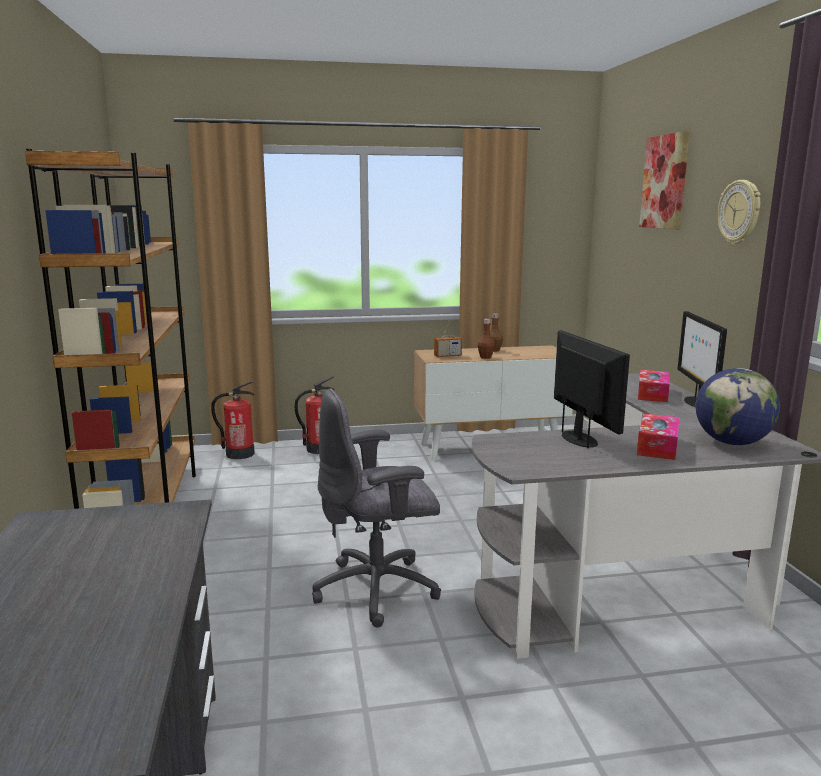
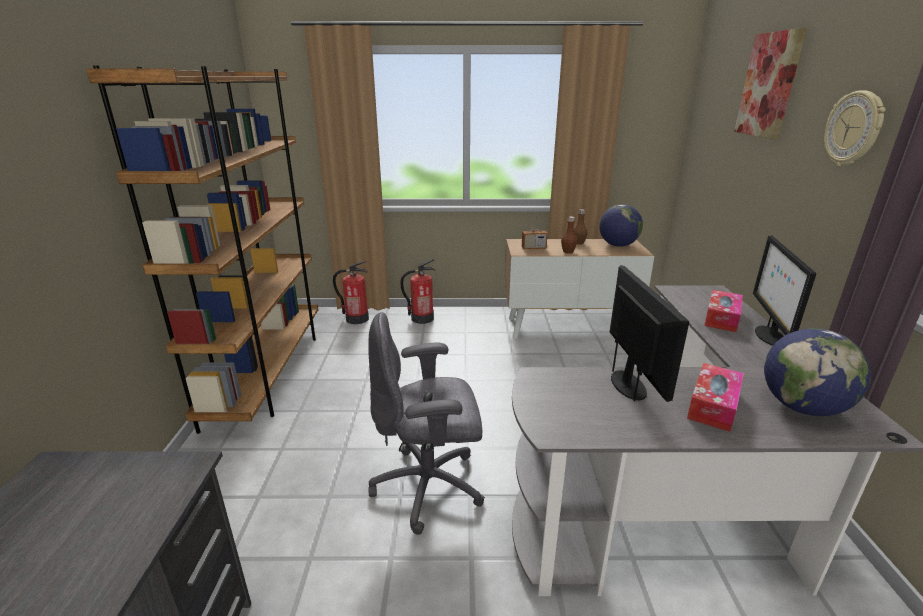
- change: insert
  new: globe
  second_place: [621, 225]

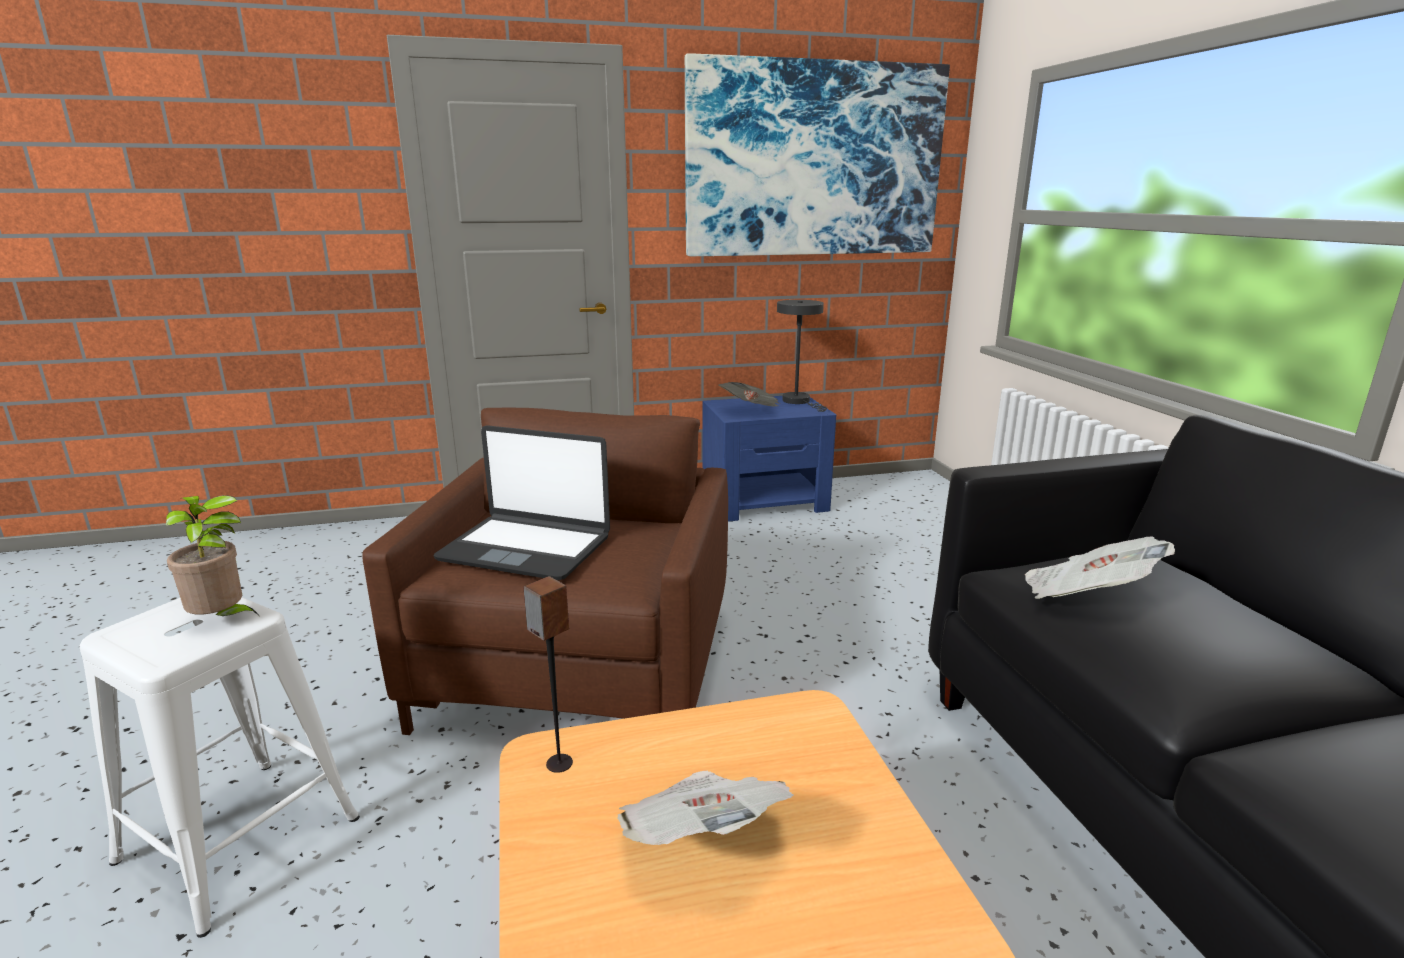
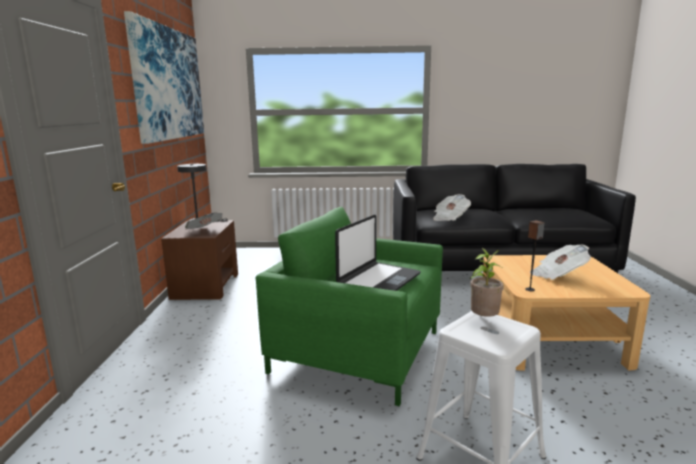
- change: recolor
  old: nightstand in blue
  new: nightstand in brown
  first_place: [769, 459]
  second_place: [199, 260]
- change: recolor
  old: armchair in brown
  new: armchair in green
  first_place: [545, 571]
  second_place: [349, 306]

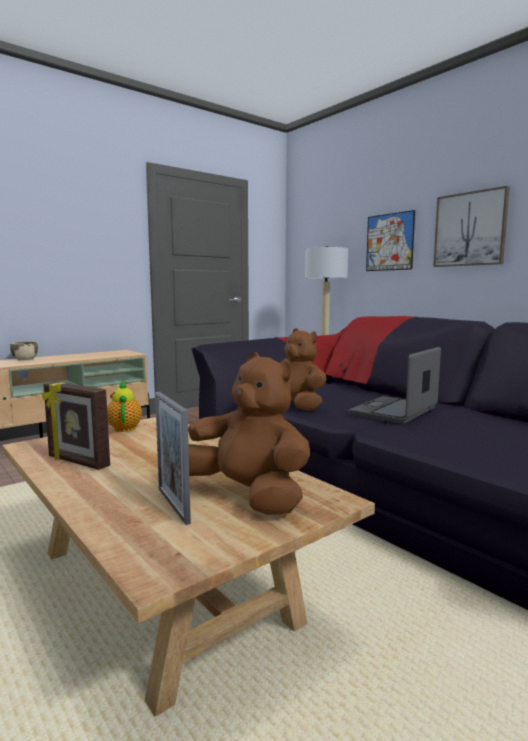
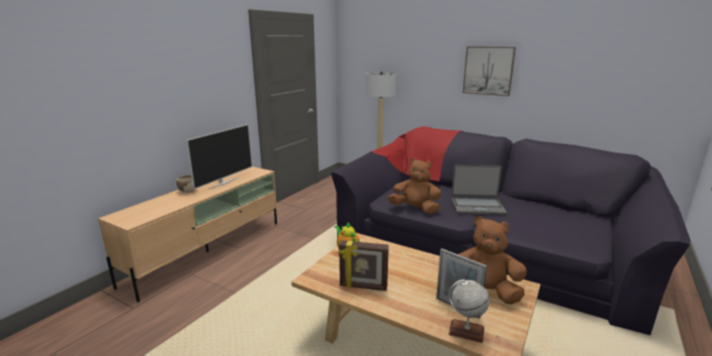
- change: insert
  new: television
  second_place: [219, 156]
- change: insert
  new: globe
  second_place: [469, 311]
- change: rotate
  old: laptop
  first_place: [395, 385]
  second_place: [479, 190]
  degrees: -105
- change: delete
  old: picture
  first_place: [390, 240]

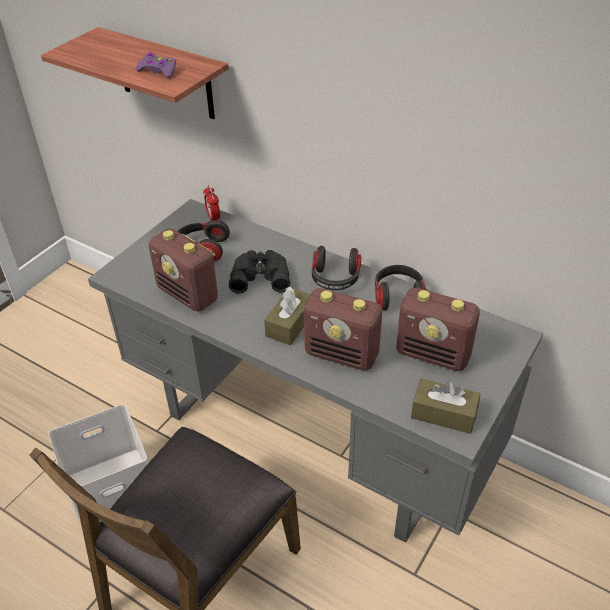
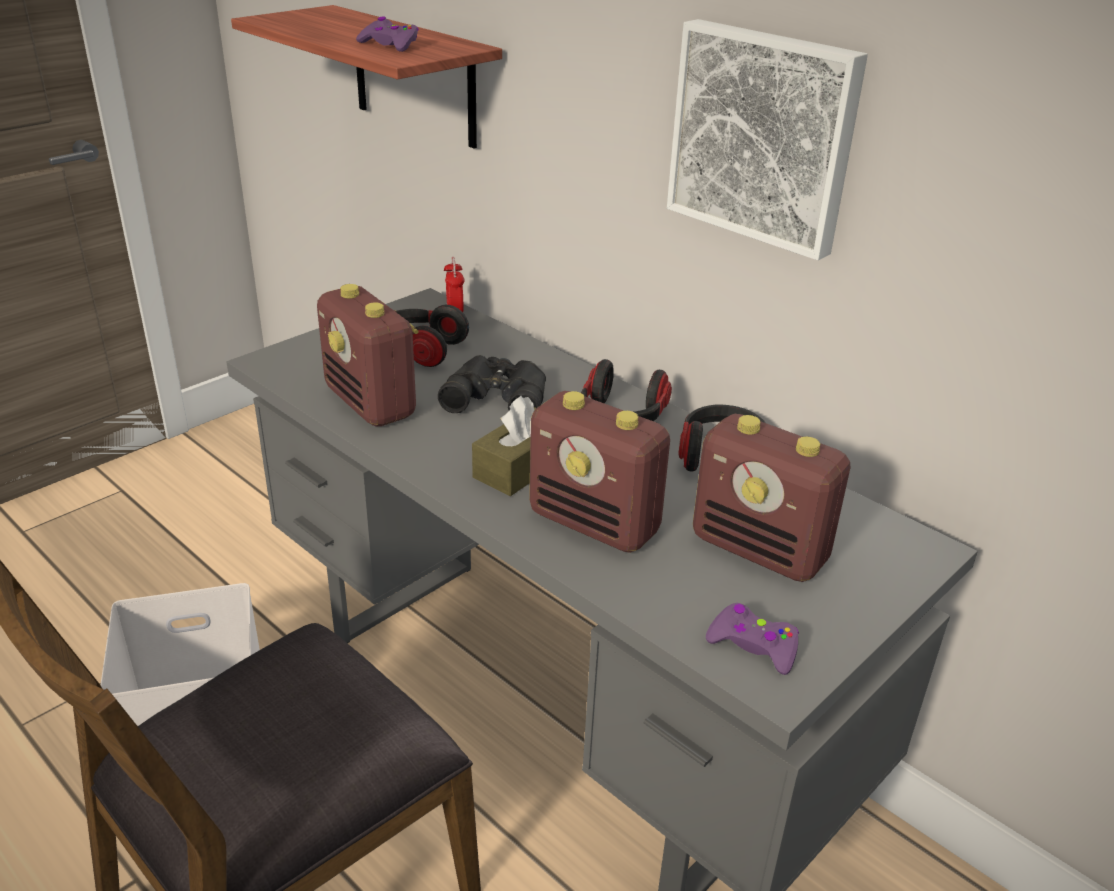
- change: insert
  new: picture
  second_place: [767, 139]
- change: replace
  old: tissue box in brown
  new: game controller in purple
  first_place: [445, 406]
  second_place: [752, 639]

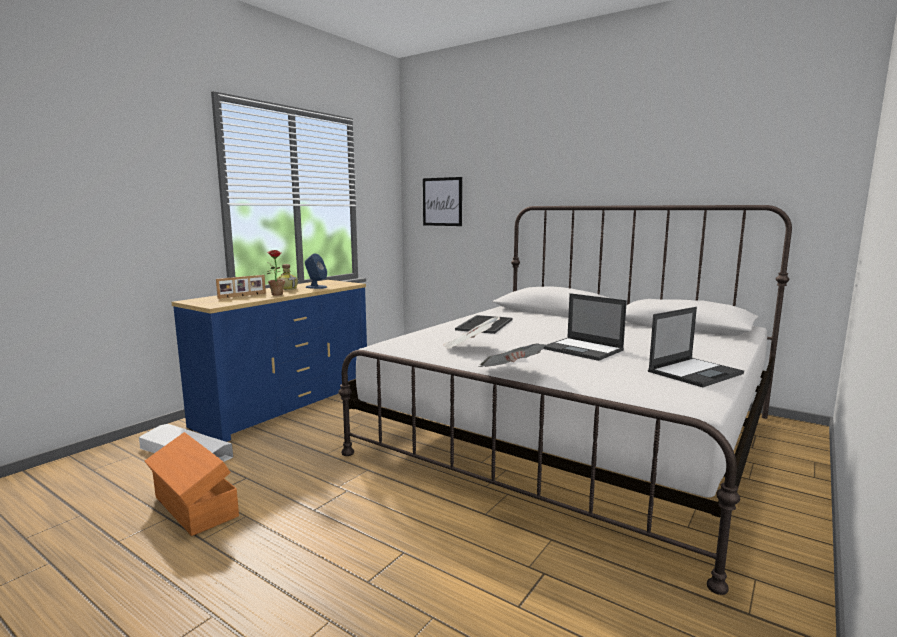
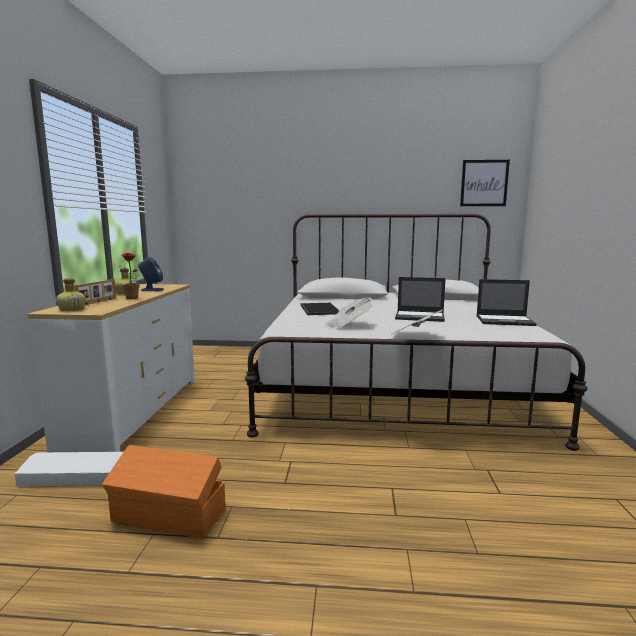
- change: recolor
  old: dresser in blue
  new: dresser in white
  first_place: [269, 361]
  second_place: [111, 368]
- change: insert
  new: bottle
  second_place: [71, 294]
- change: move
  old: picture
  first_place: [442, 201]
  second_place: [485, 183]
- change: rotate
  old: laptop
  first_place: [696, 347]
  second_place: [507, 302]
  degrees: 75

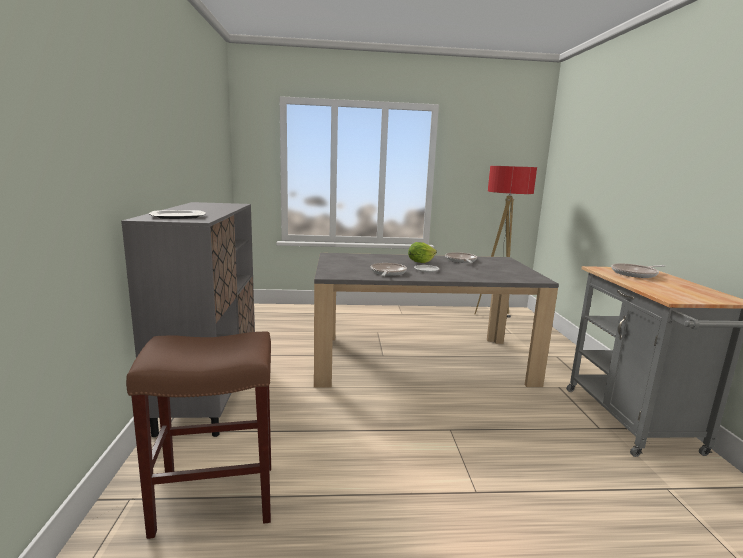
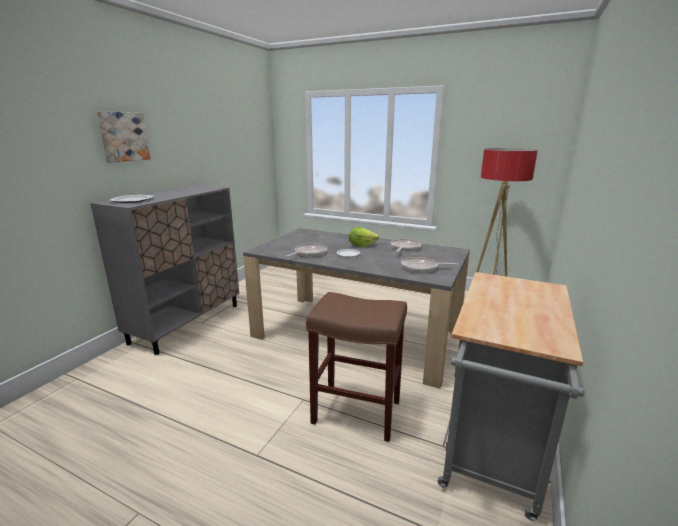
- change: insert
  new: picture
  second_place: [124, 137]
- change: move
  old: stool in brown
  first_place: [198, 435]
  second_place: [356, 367]
- change: move
  old: frying pan
  first_place: [638, 270]
  second_place: [429, 265]

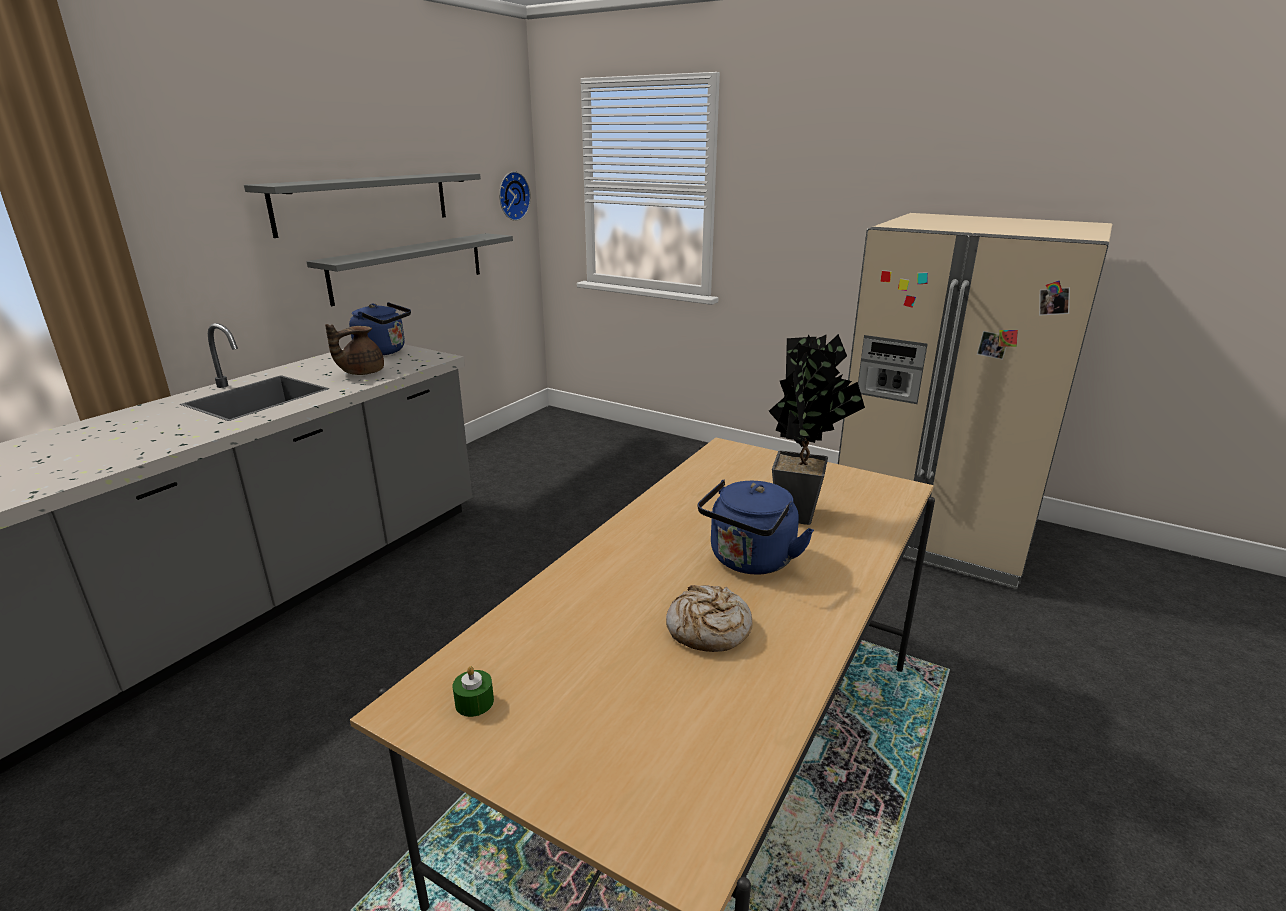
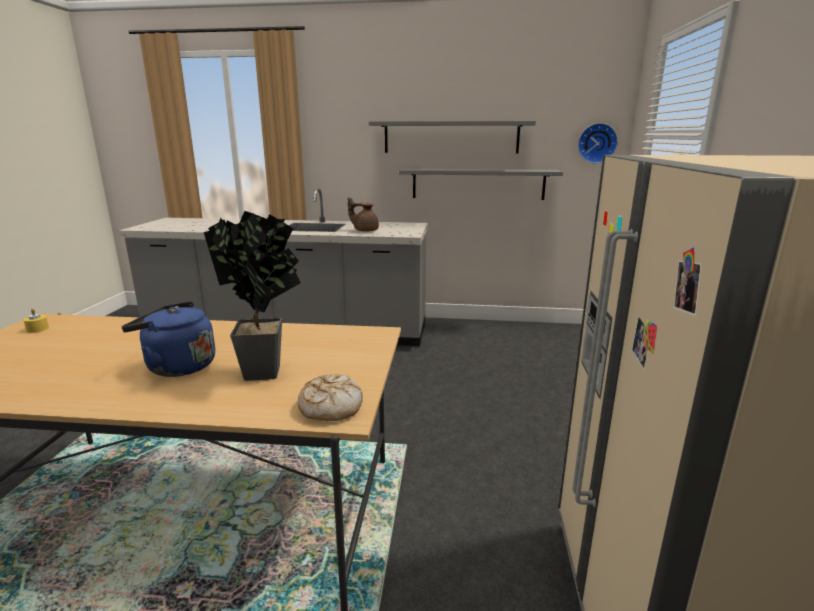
- change: recolor
  old: candle in green
  new: candle in yellow
  first_place: [473, 691]
  second_place: [36, 321]
- change: move
  old: bread
  first_place: [709, 618]
  second_place: [330, 397]
- change: delete
  old: kettle in blue
  first_place: [380, 328]

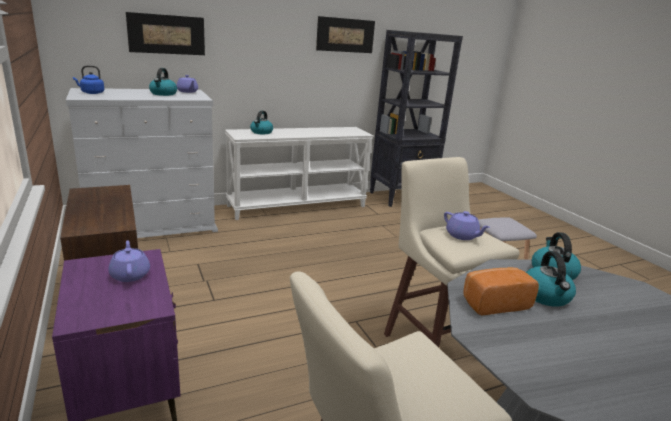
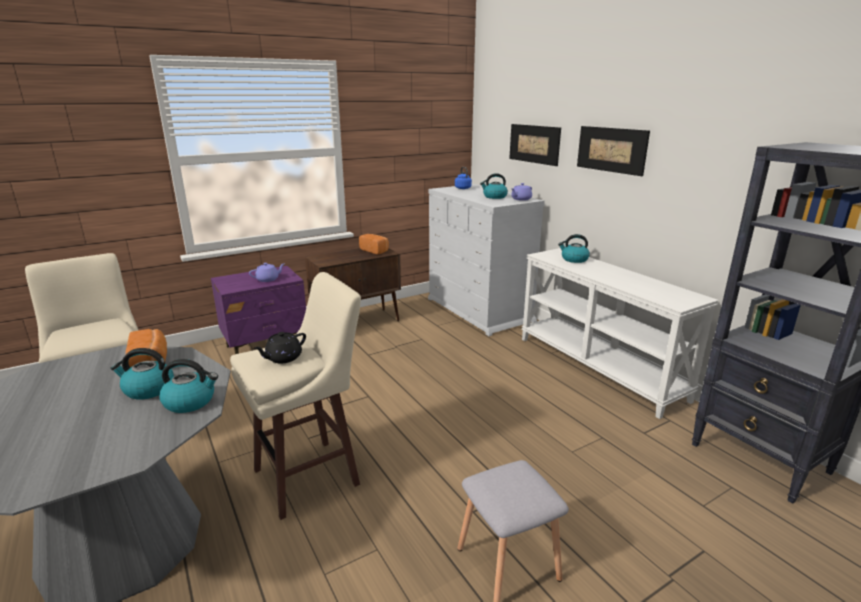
- change: recolor
  old: teapot in purple
  new: teapot in black
  first_place: [467, 225]
  second_place: [279, 348]
- change: insert
  new: bread
  second_place: [374, 244]
- change: move
  old: picture
  first_place: [345, 34]
  second_place: [613, 151]

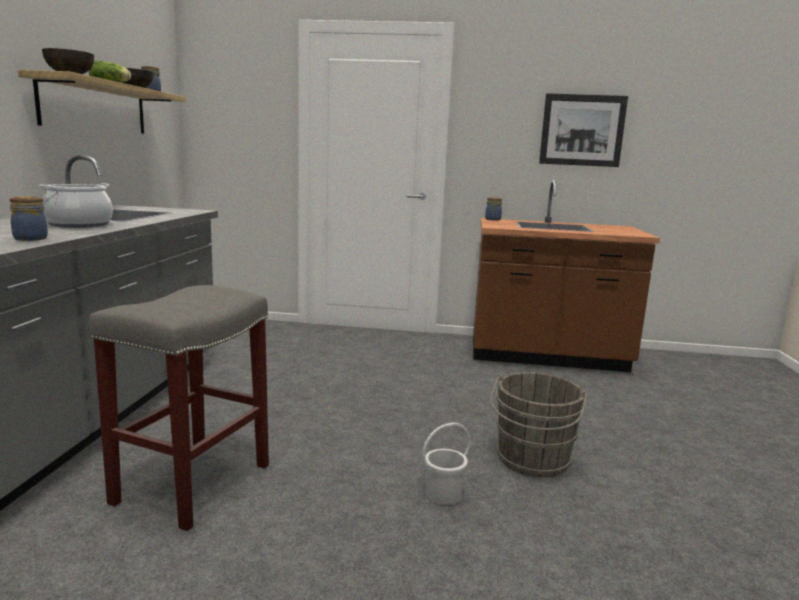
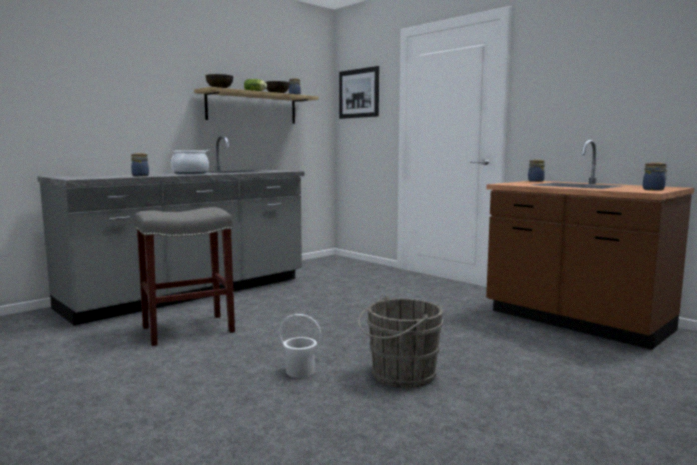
- change: move
  old: picture
  first_place: [583, 130]
  second_place: [359, 92]
- change: insert
  new: jar
  second_place: [655, 176]

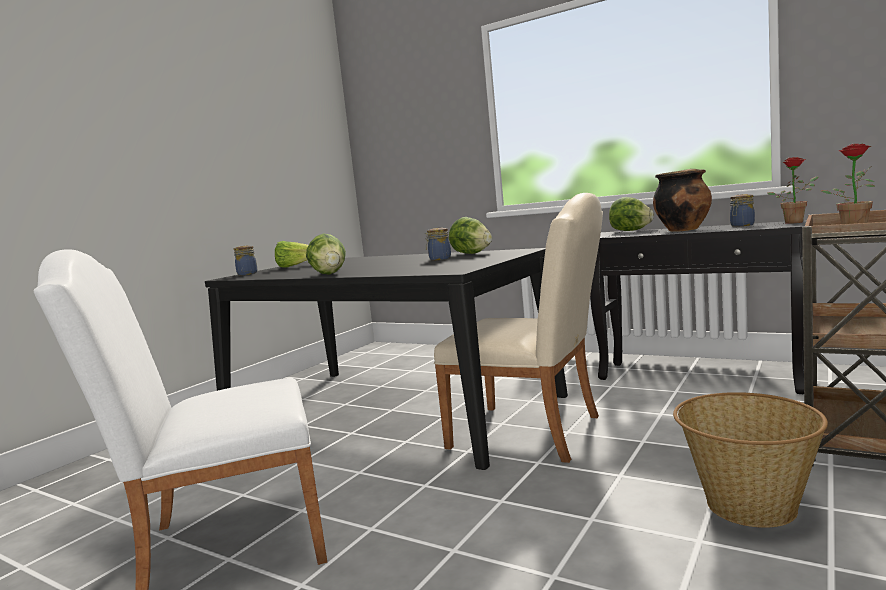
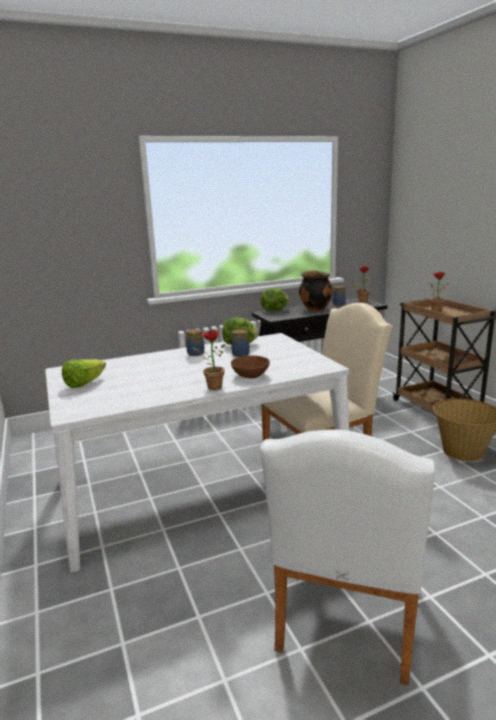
- change: recolor
  old: dining table in black
  new: dining table in white
  first_place: [386, 359]
  second_place: [197, 453]
- change: move
  old: jar
  first_place: [245, 260]
  second_place: [194, 342]
- change: replace
  old: lettuce
  new: potted plant
  first_place: [326, 254]
  second_place: [208, 360]
- change: insert
  new: bowl in brown
  second_place: [250, 366]

